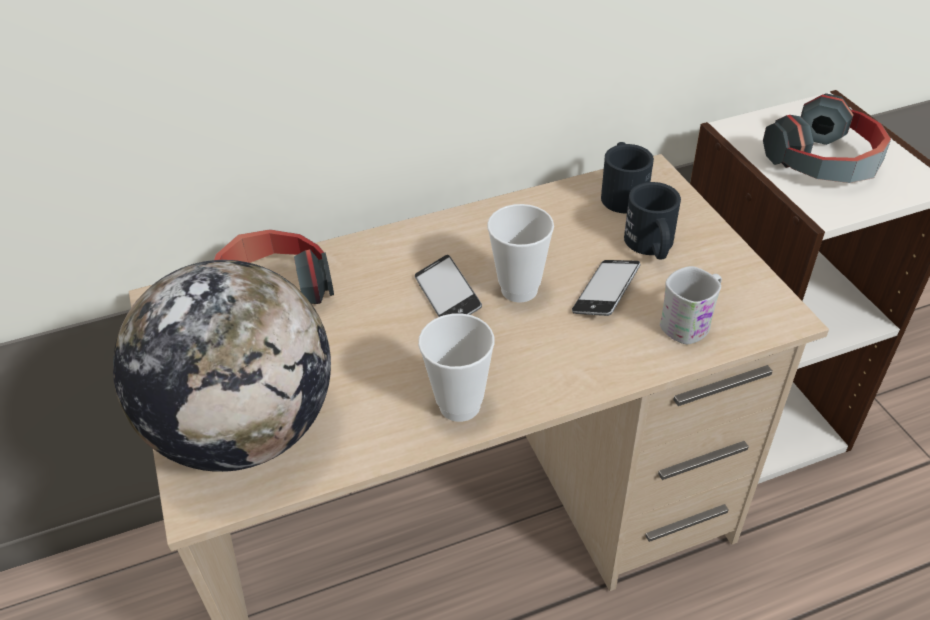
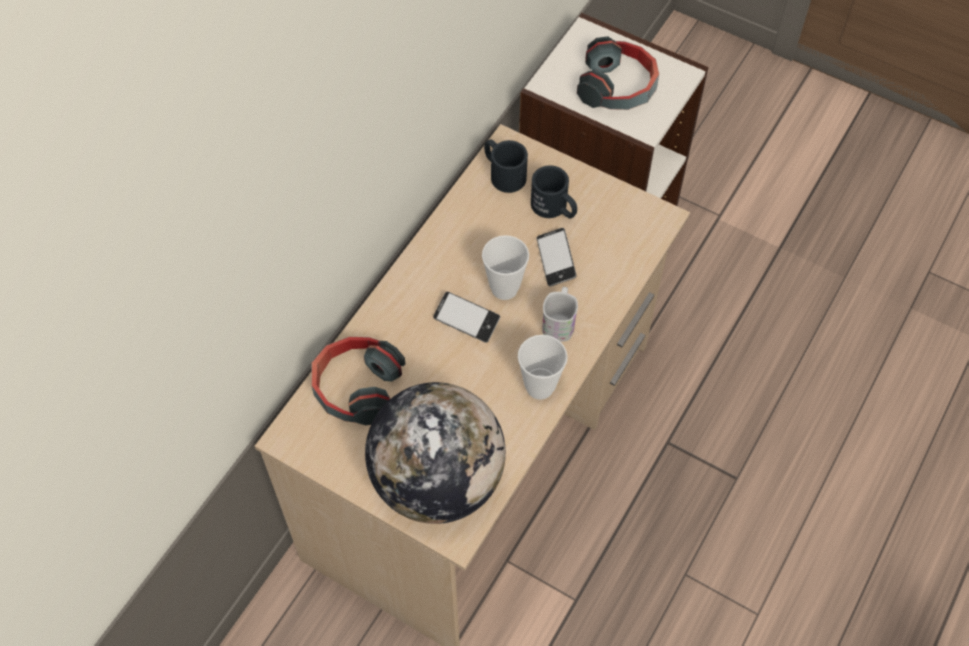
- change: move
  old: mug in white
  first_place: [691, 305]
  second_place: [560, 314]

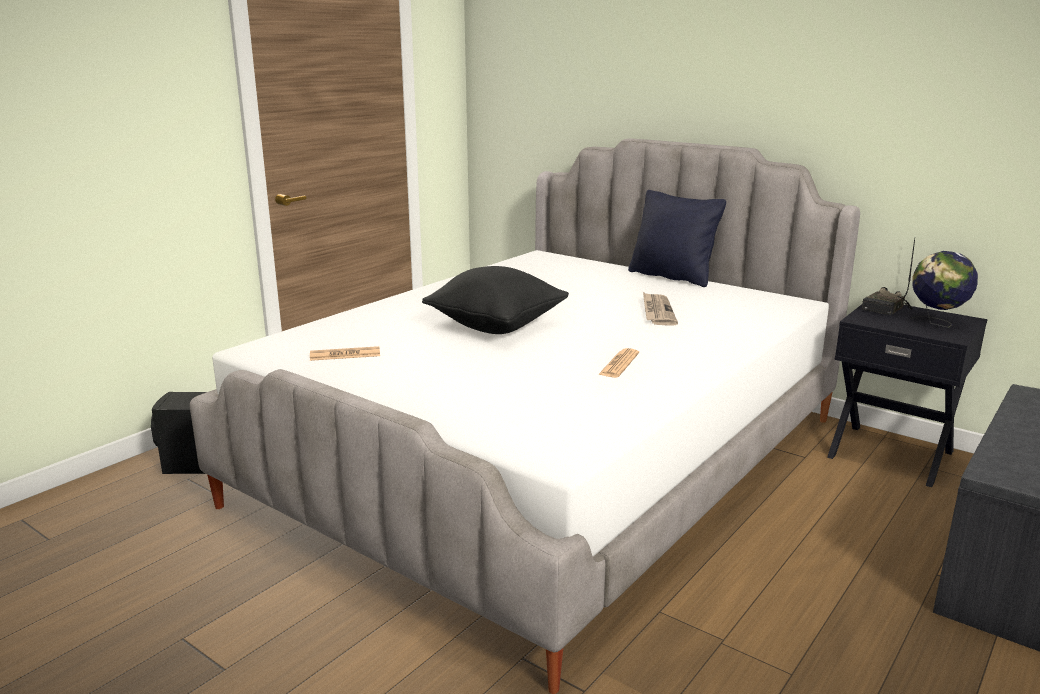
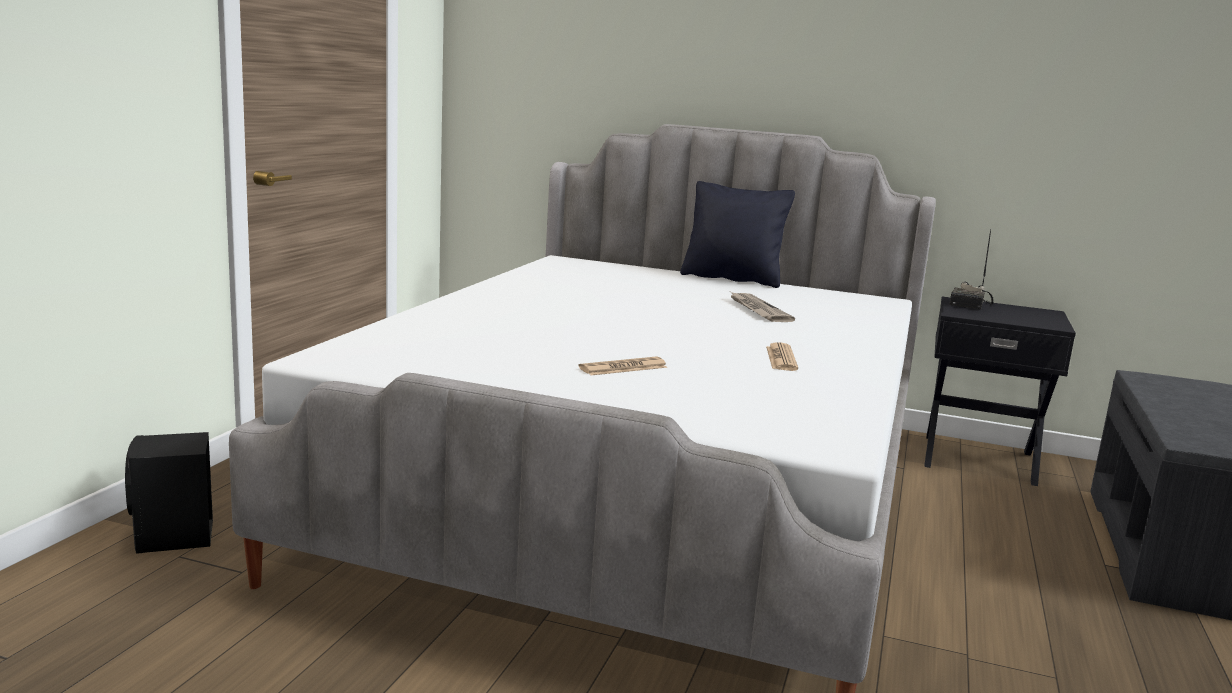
- change: move
  old: newspaper
  first_place: [345, 353]
  second_place: [623, 365]
- change: delete
  old: pillow in black
  first_place: [495, 300]
- change: delete
  old: globe
  first_place: [945, 289]

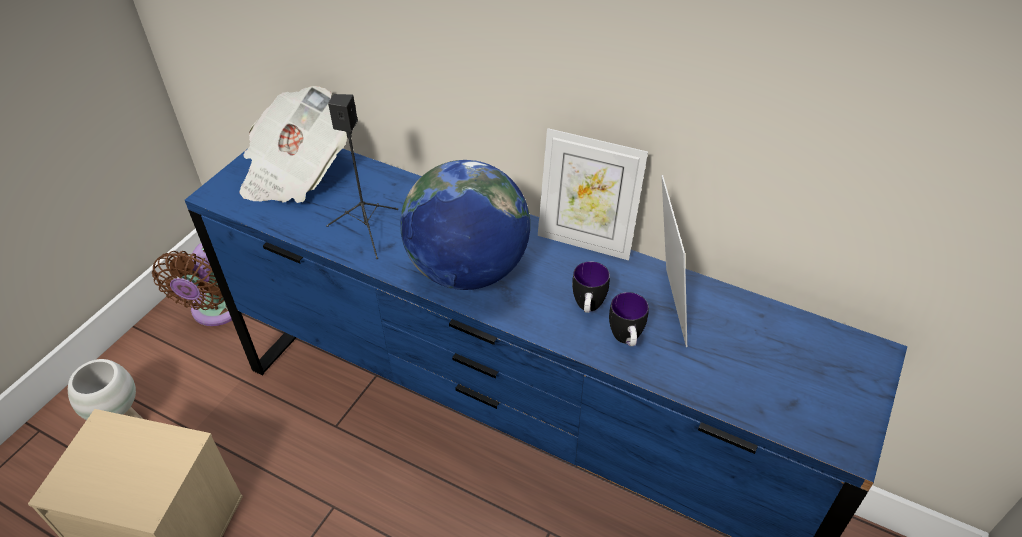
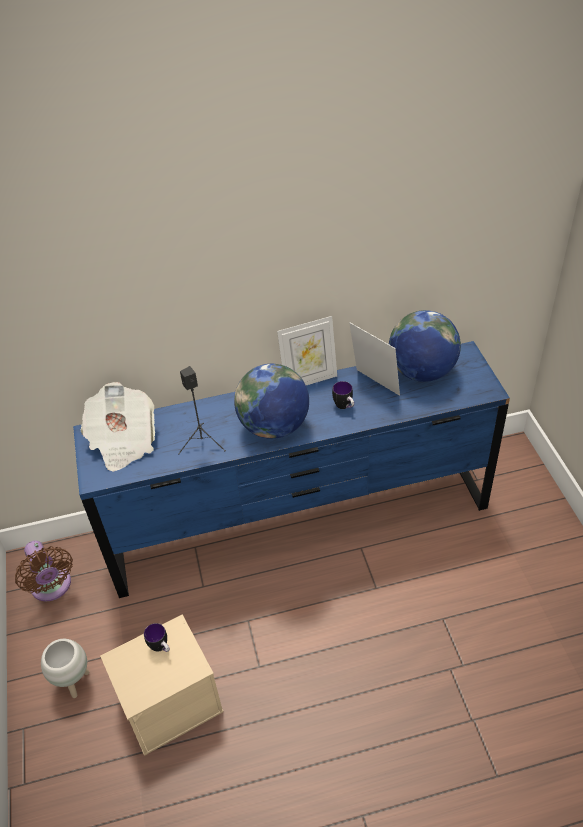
- change: move
  old: mug
  first_place: [629, 319]
  second_place: [157, 637]
- change: insert
  new: globe
  second_place: [425, 346]

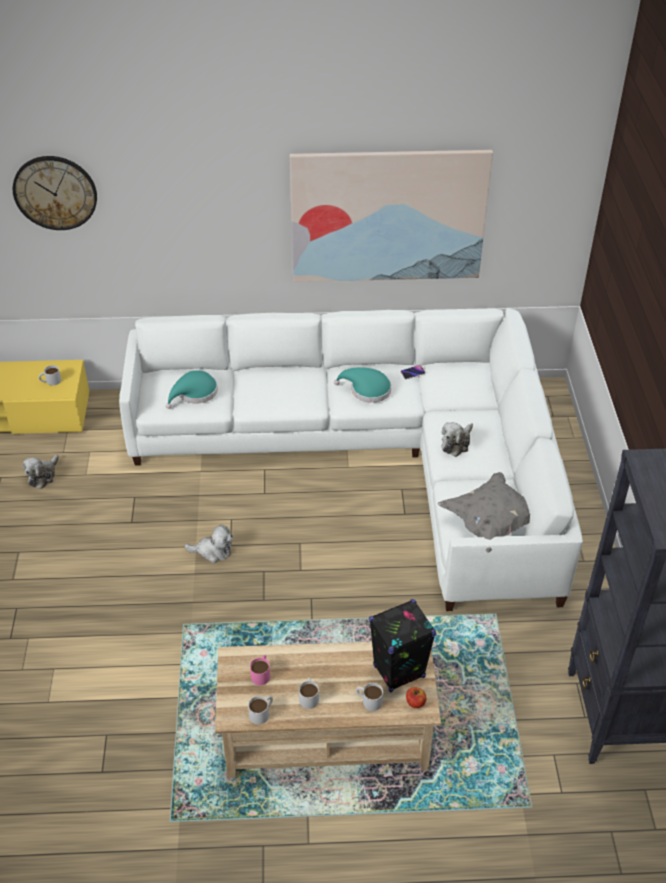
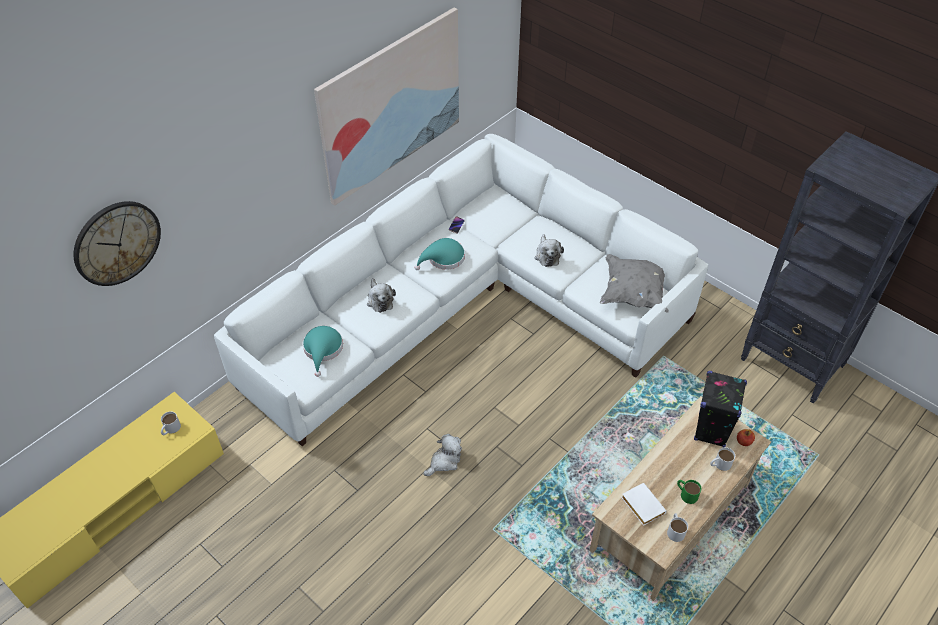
- change: move
  old: plush toy
  first_place: [41, 472]
  second_place: [381, 295]
- change: replace
  old: mug in pink
  new: book in white
  first_place: [260, 670]
  second_place: [644, 504]
- change: recolor
  old: mug in white
  new: mug in green
  first_place: [309, 693]
  second_place: [689, 492]

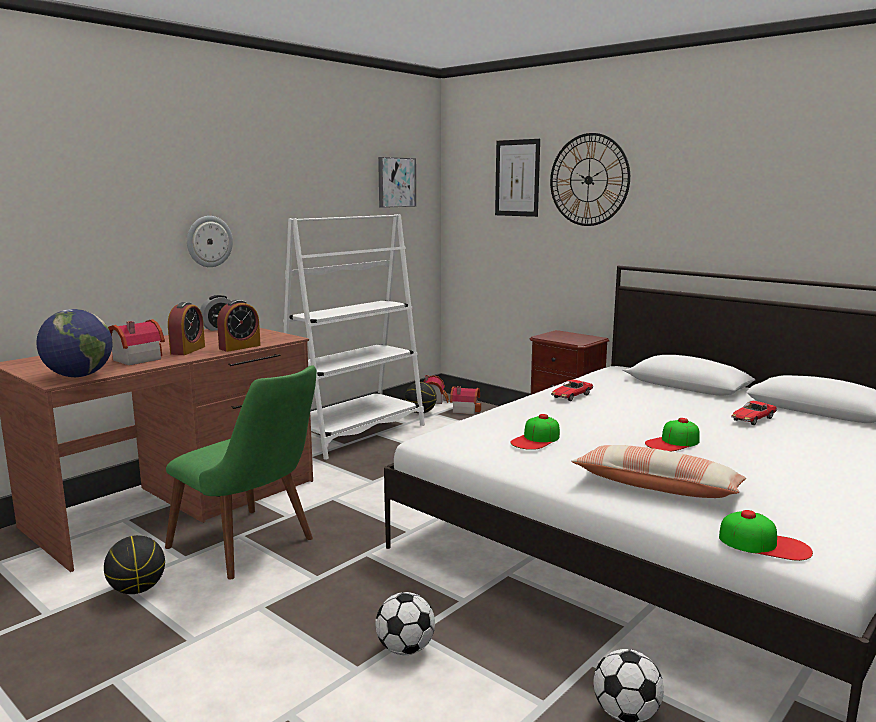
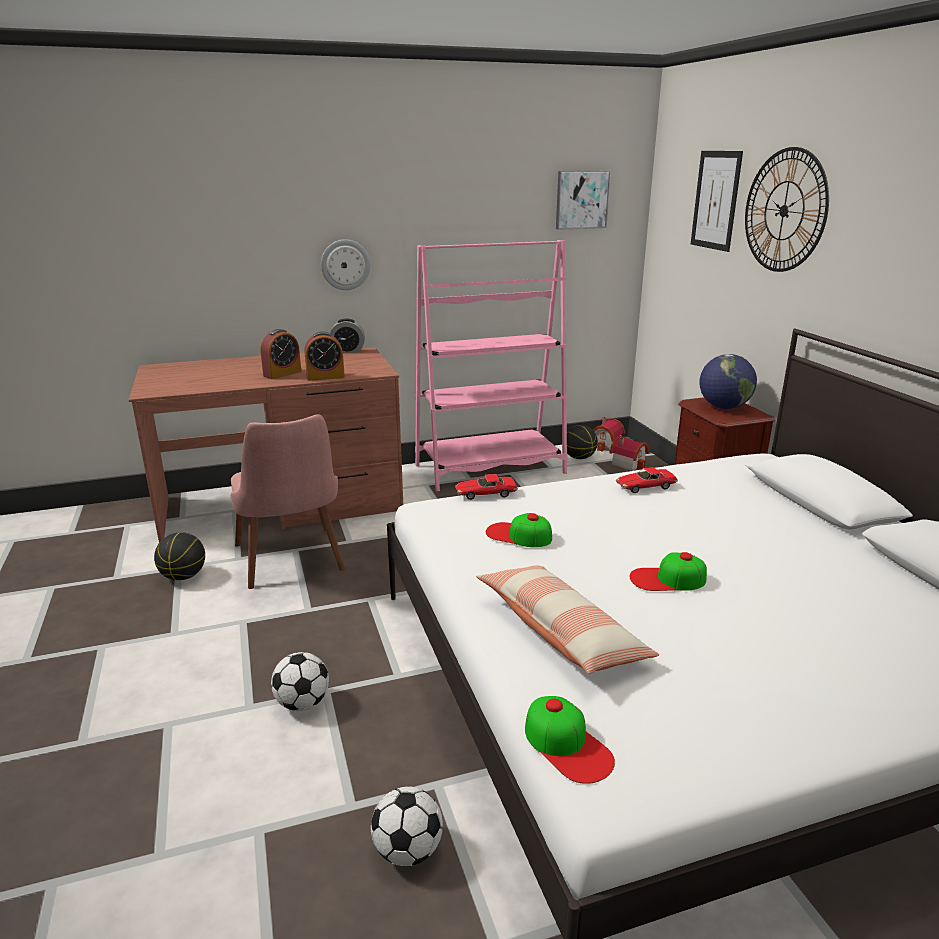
- change: recolor
  old: chair in green
  new: chair in pink
  first_place: [241, 472]
  second_place: [288, 501]
- change: recolor
  old: bookcase in white
  new: bookcase in pink
  first_place: [354, 337]
  second_place: [491, 365]
- change: move
  old: toy car
  first_place: [754, 413]
  second_place: [486, 487]
- change: rotate
  old: cap
  first_place: [535, 432]
  second_place: [519, 530]
  degrees: 45
- change: move
  old: globe
  first_place: [74, 343]
  second_place: [728, 381]
- change: delete
  old: toy house
  first_place: [136, 342]

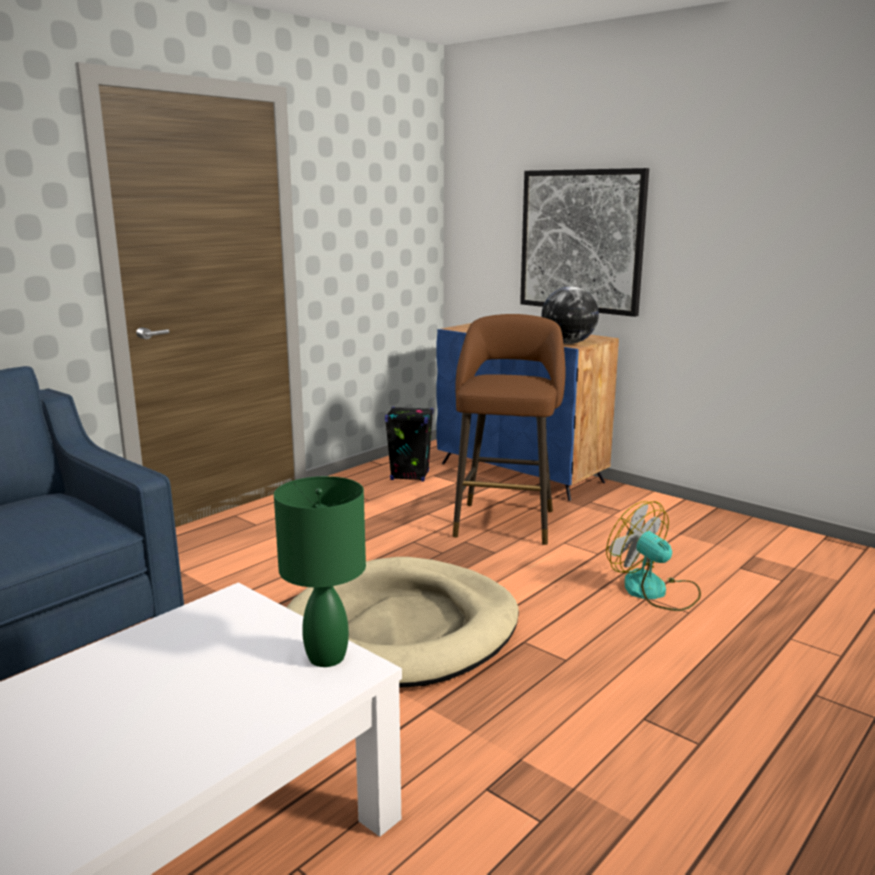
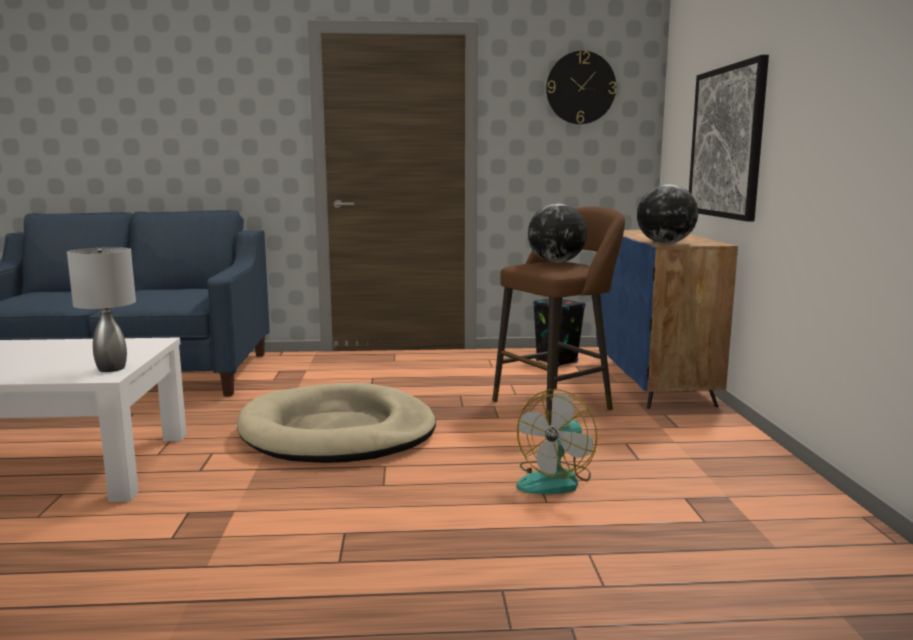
- change: recolor
  old: table lamp in green
  new: table lamp in grey
  first_place: [320, 571]
  second_place: [101, 309]
- change: rotate
  old: fan
  first_place: [653, 556]
  second_place: [556, 441]
  degrees: -150
- change: insert
  new: globe
  second_place: [557, 233]
- change: insert
  new: wall clock
  second_place: [581, 87]

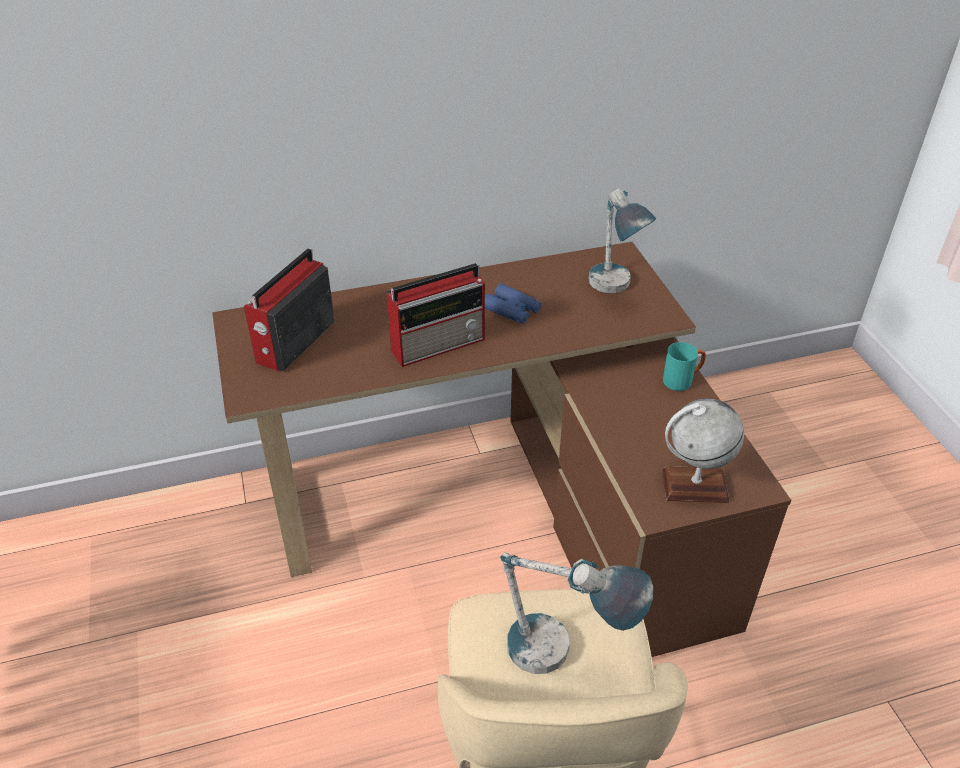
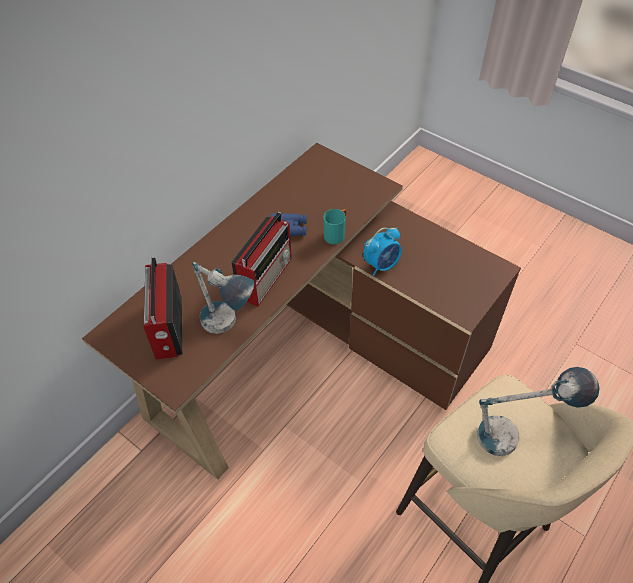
- change: move
  old: table lamp
  first_place: [622, 240]
  second_place: [223, 298]
- change: move
  old: mug in turquoise
  first_place: [684, 366]
  second_place: [335, 226]
- change: insert
  new: alarm clock
  second_place: [382, 251]
- change: delete
  old: globe
  first_place: [703, 450]

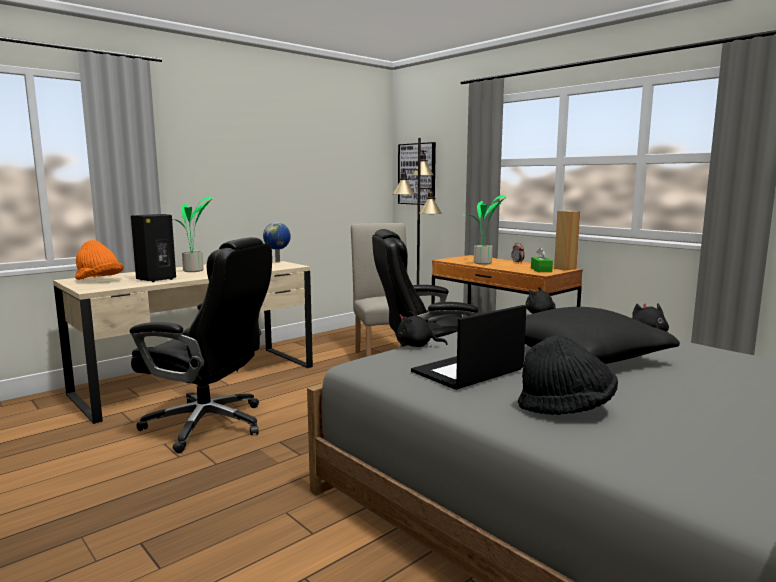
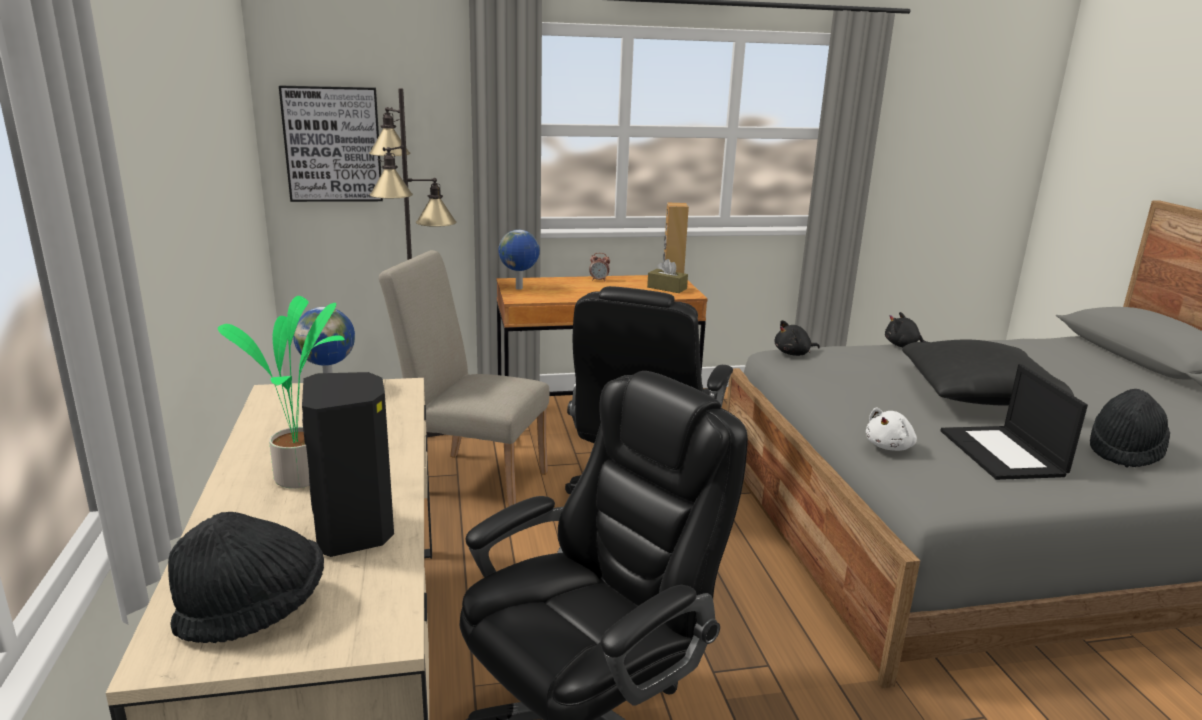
- change: recolor
  old: hat in orange
  new: hat in black
  first_place: [99, 260]
  second_place: [246, 577]
- change: insert
  new: globe
  second_place: [519, 260]
- change: recolor
  old: tissue box in green
  new: tissue box in brown
  first_place: [542, 259]
  second_place: [667, 276]
- change: recolor
  old: plush toy in black
  new: plush toy in white
  first_place: [422, 329]
  second_place: [891, 429]
- change: delete
  old: potted plant
  first_place: [488, 230]

